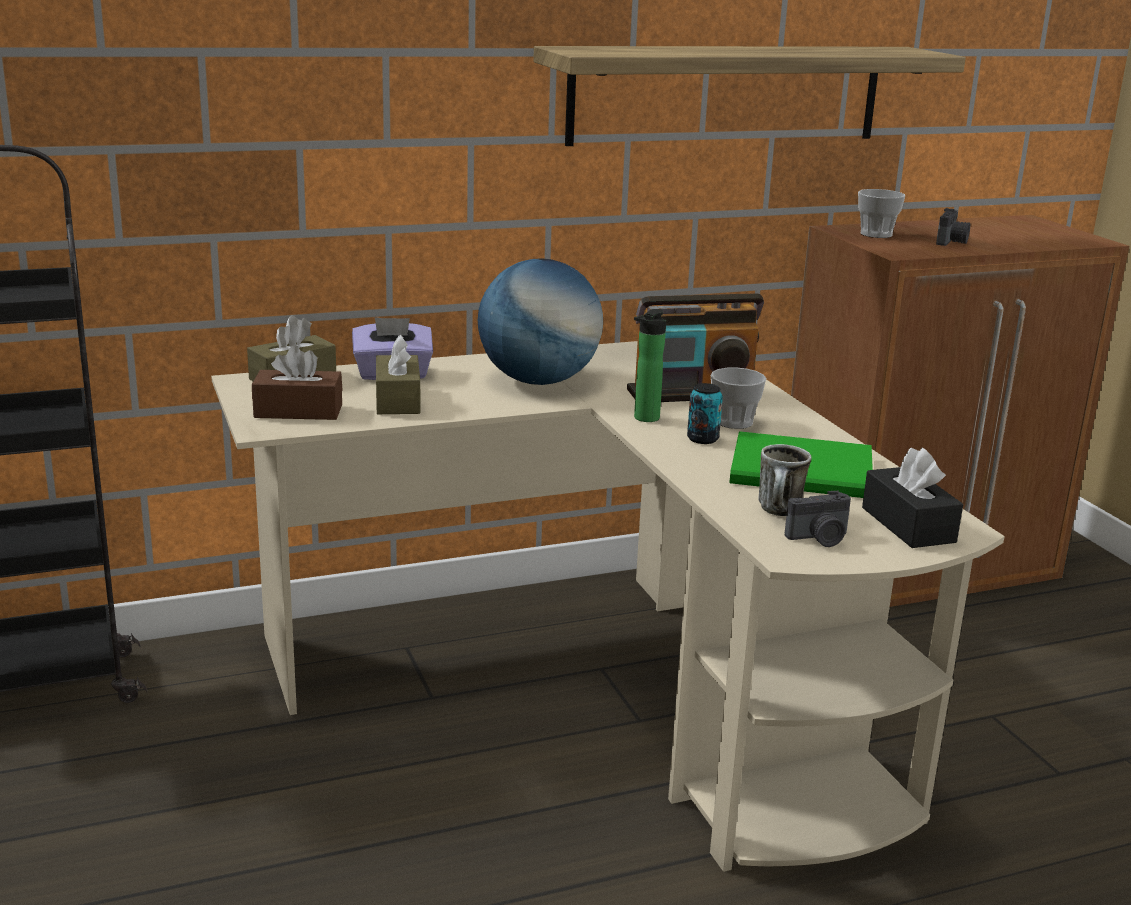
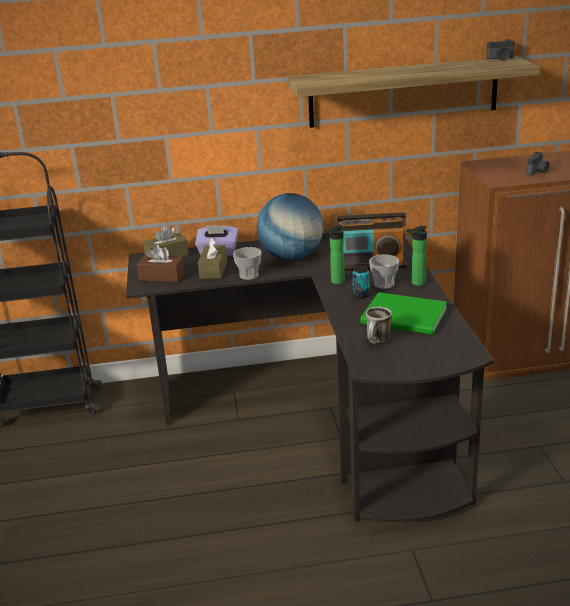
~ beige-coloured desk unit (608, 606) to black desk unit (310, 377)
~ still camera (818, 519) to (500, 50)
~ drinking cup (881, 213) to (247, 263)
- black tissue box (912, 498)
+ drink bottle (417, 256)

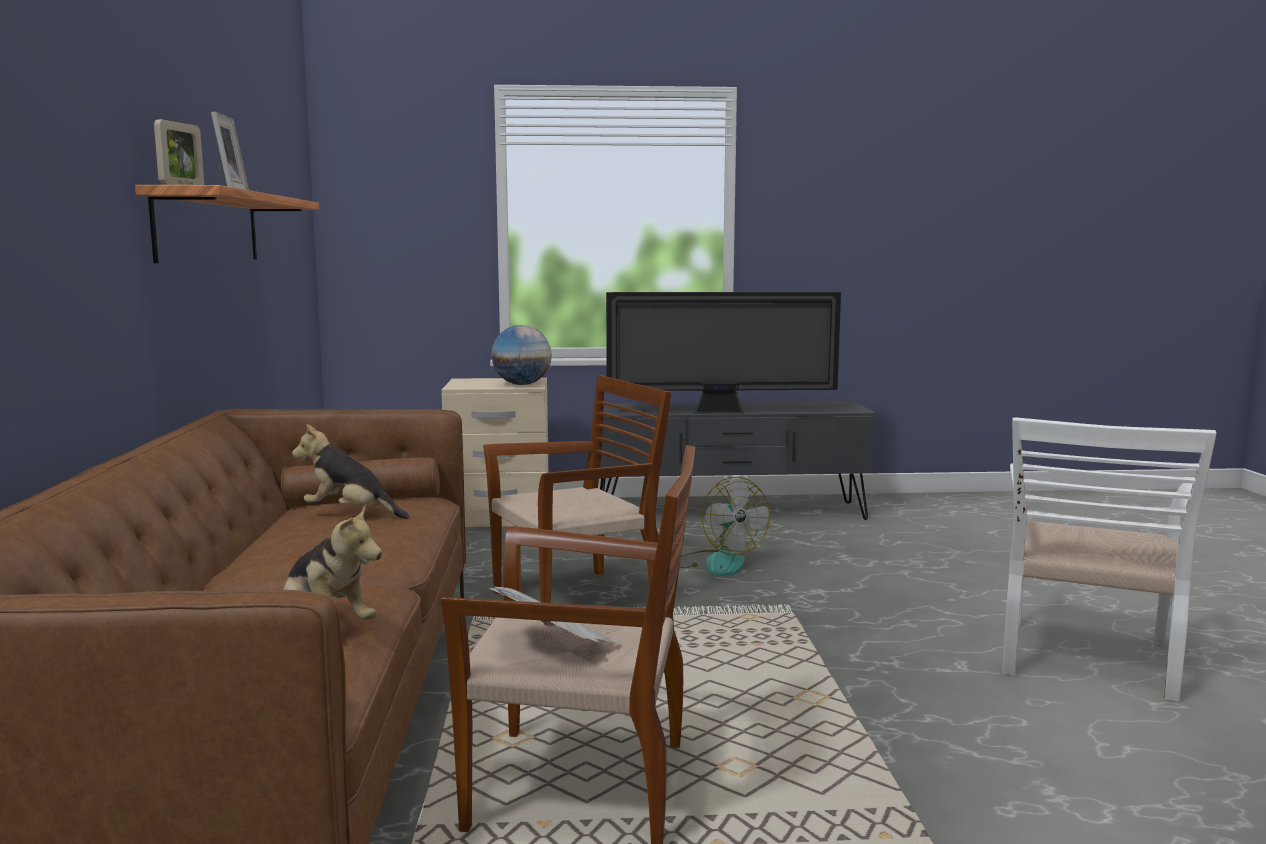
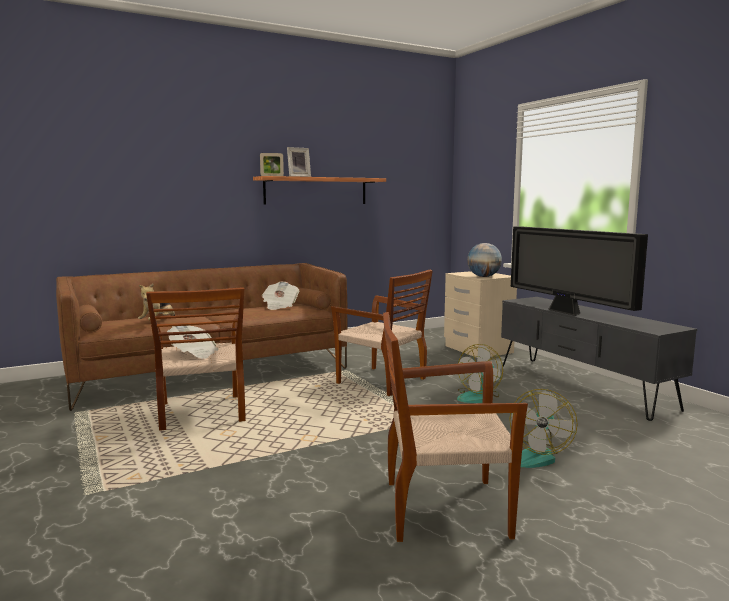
~ plush toy (350, 471) to printed paper (281, 296)
~ whitish lounge chair (1109, 559) to brown-coloured lounge chair (455, 427)
+ fan (543, 428)

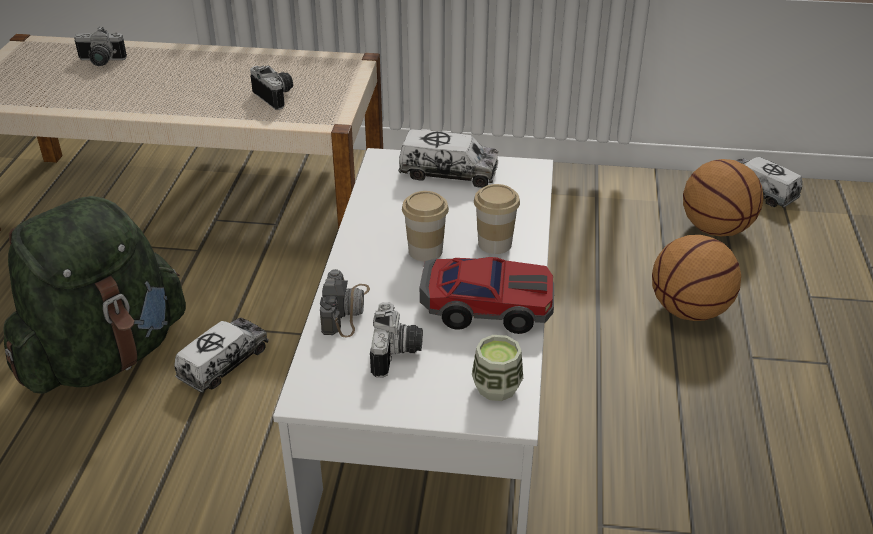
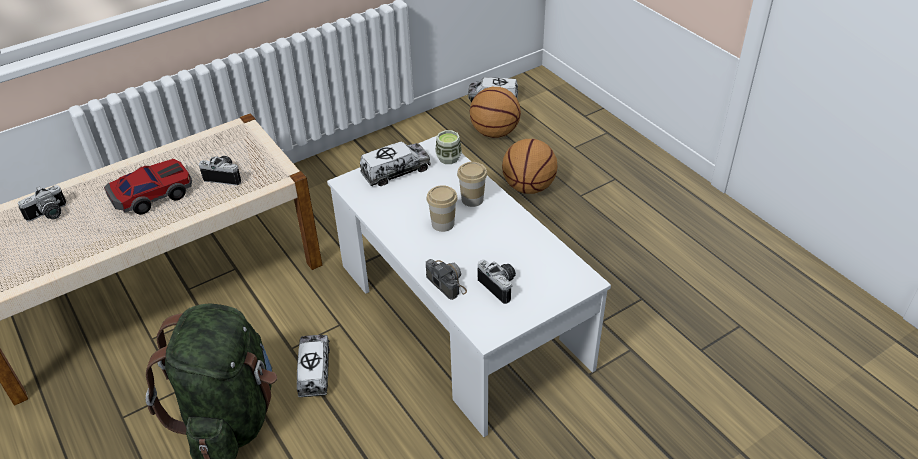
~ model car (487, 295) to (148, 186)
~ drinking cup (497, 368) to (448, 147)

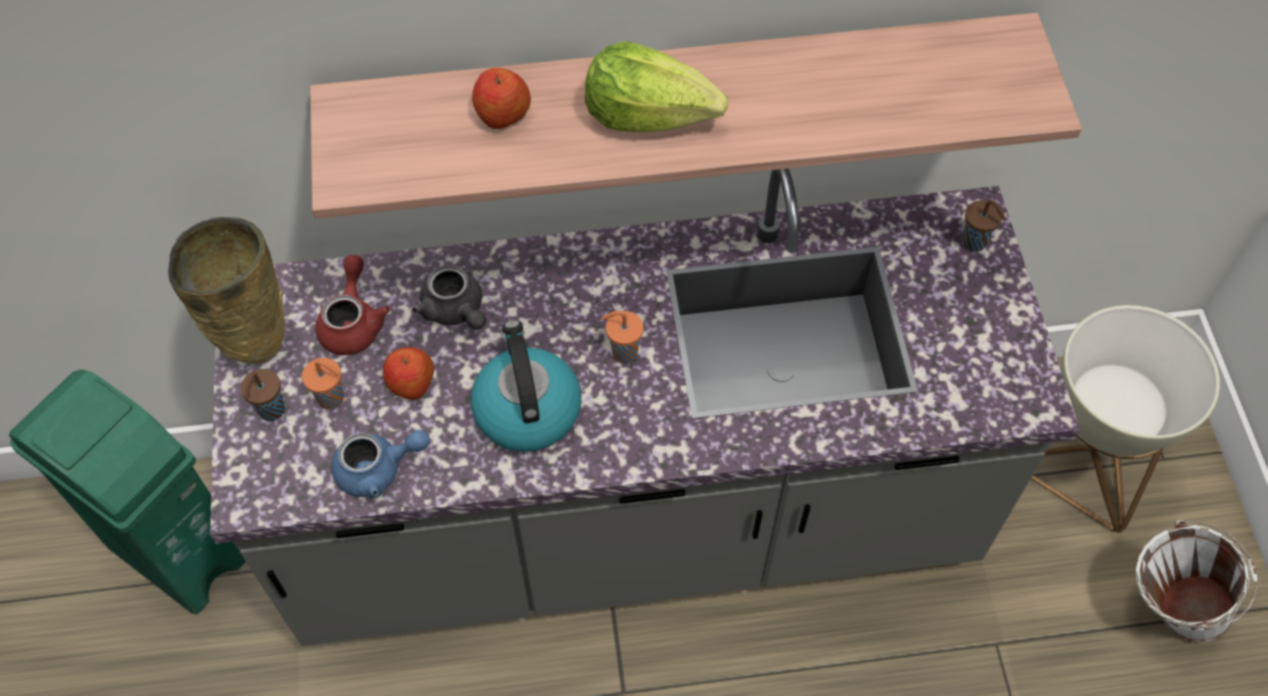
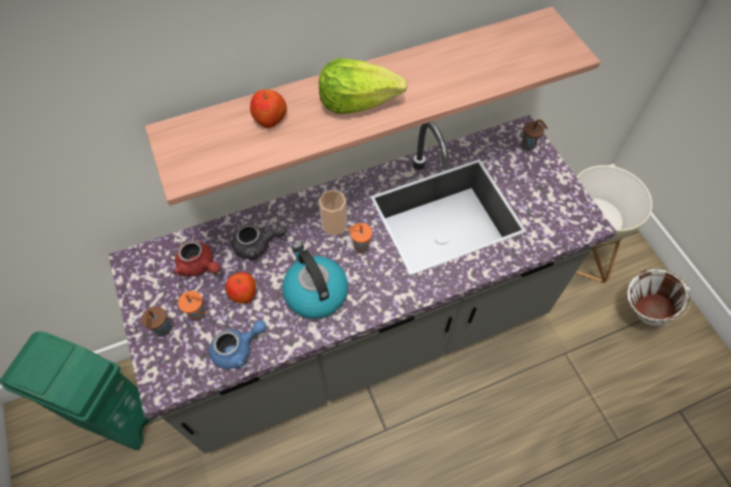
- beige-coloured flower vase (226, 290)
~ reddish pot for tea (352, 305) = (196, 258) 135 degrees clockwise
~ greyish pot for tea (449, 297) = (259, 242) 45 degrees counterclockwise
+ drinking cup (333, 213)

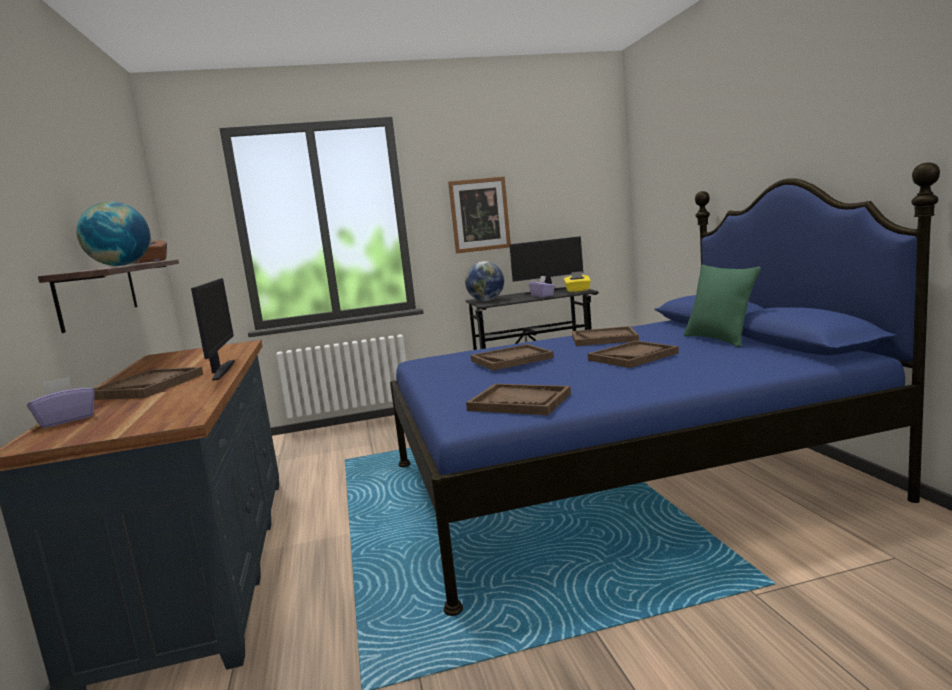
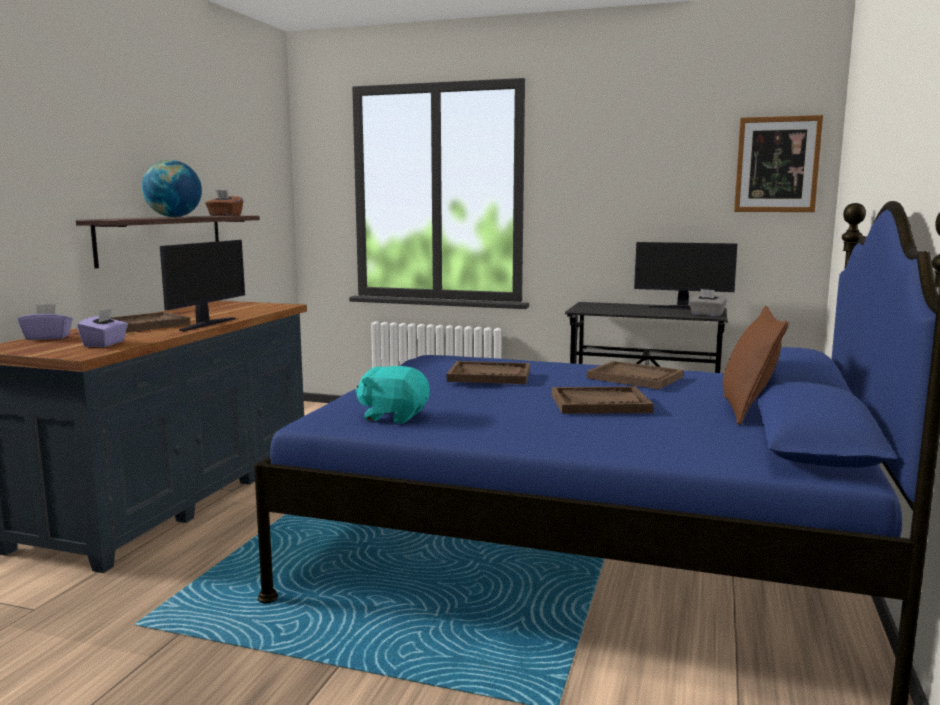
~ wall picture (479, 214) to (778, 163)
- desk globe (484, 281)
~ brown-coloured tray (518, 399) to blue-green plush toy (392, 395)
~ purple tissue box (542, 286) to (102, 328)
~ yellow-coloured tissue box (577, 281) to greyish tissue box (708, 302)
~ green-coloured pillow (722, 305) to brown-coloured pillow (756, 366)

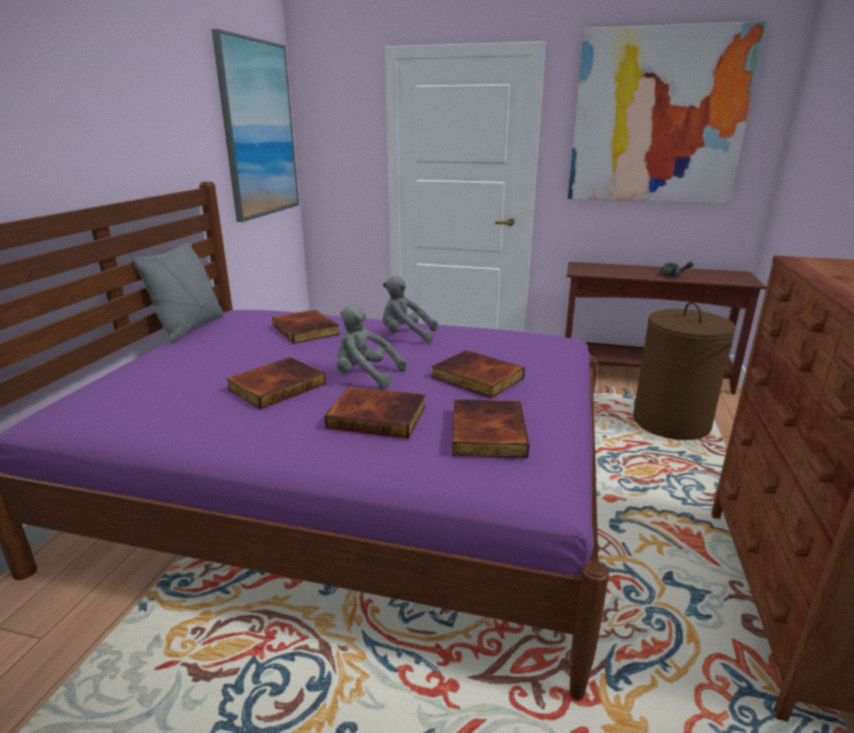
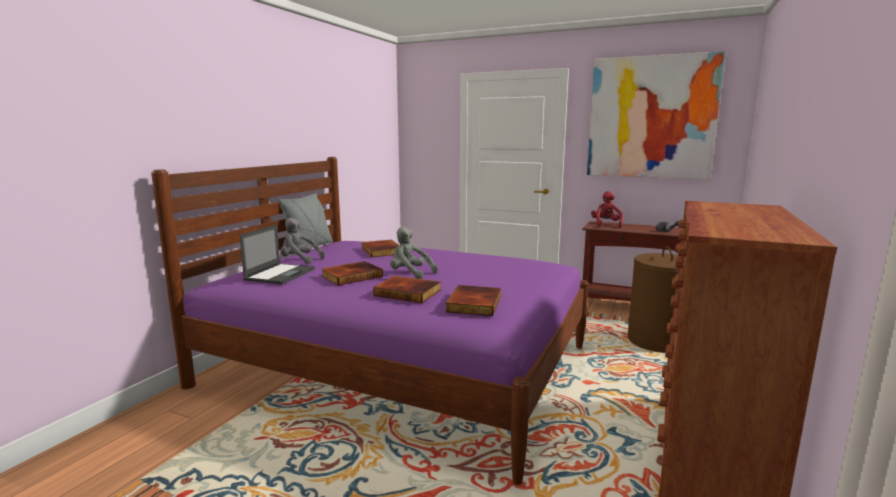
- wall picture (255, 125)
~ greyish plush toy (409, 309) to (302, 241)
- volume (478, 374)
+ laptop (277, 254)
+ reddish plush toy (607, 209)

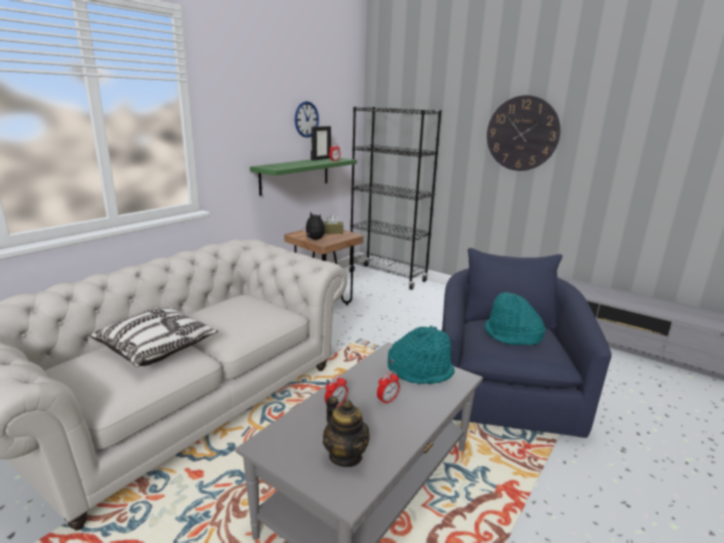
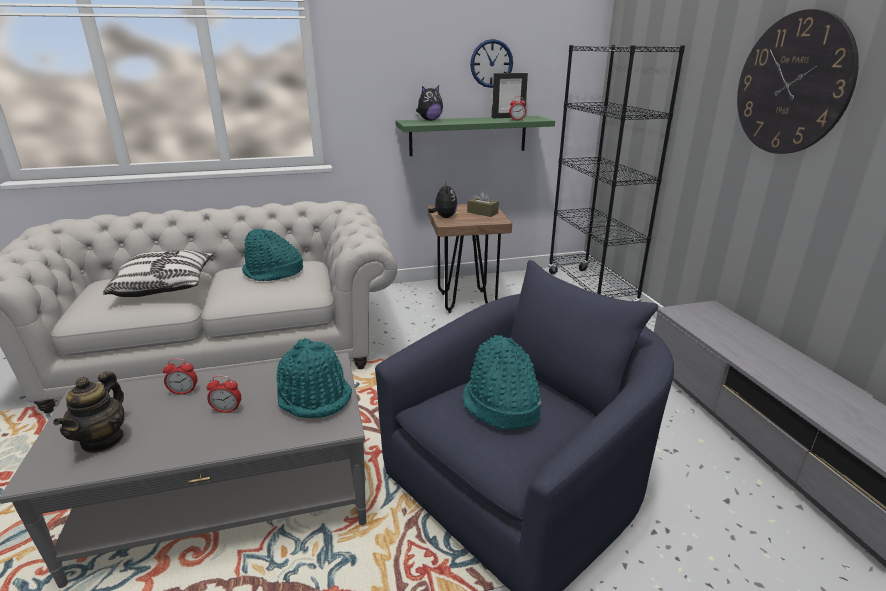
+ blue-green hat (272, 255)
+ plush toy (429, 103)

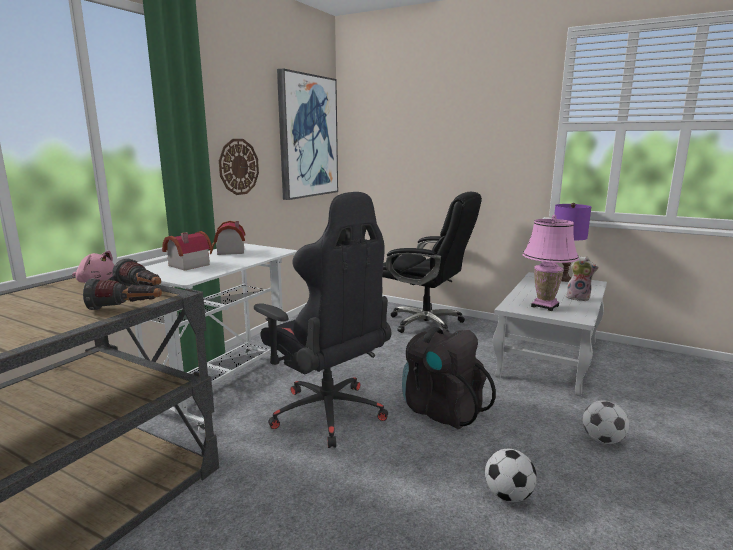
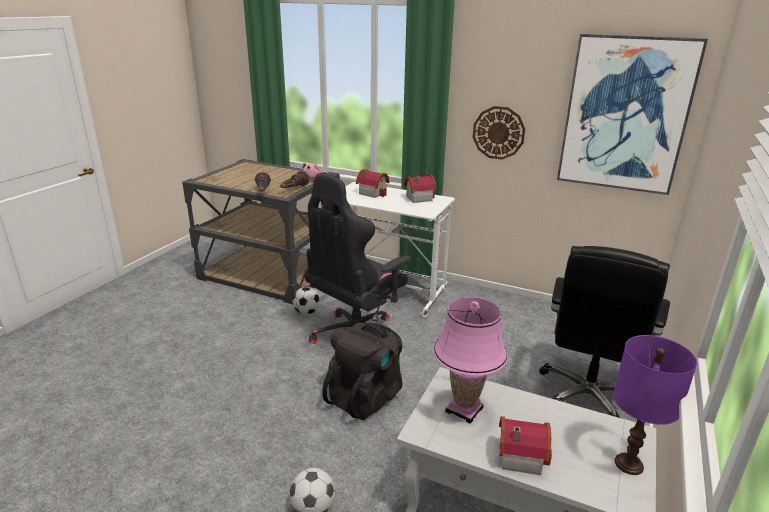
~ football (511, 475) to (307, 301)
~ plush toy (582, 278) to model house (525, 445)

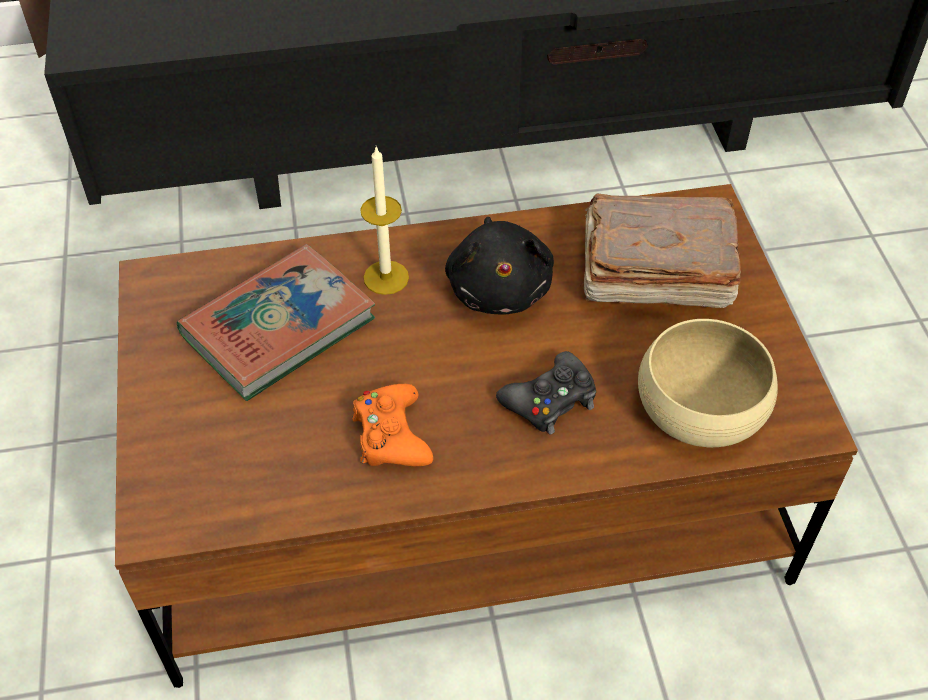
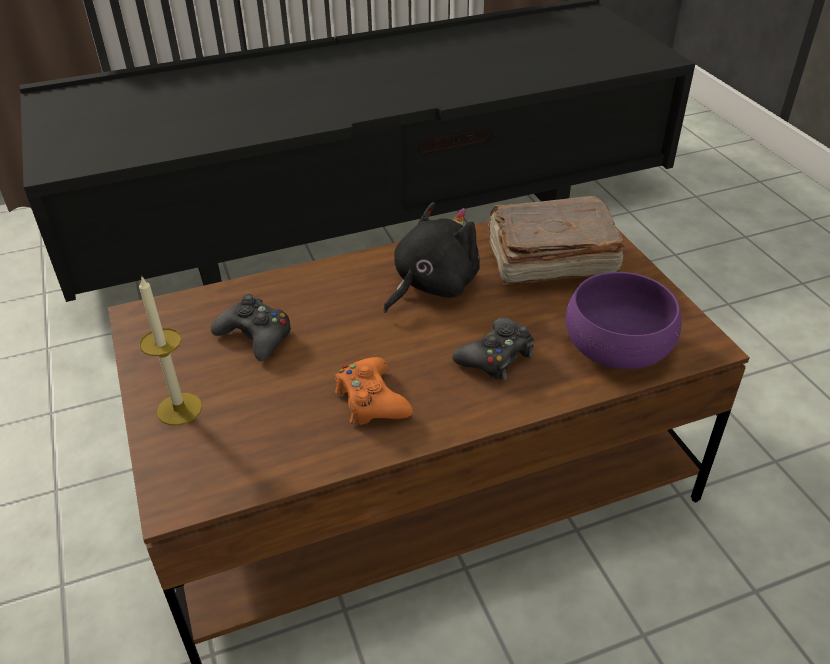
~ volume (276, 322) to black game controller (251, 327)
~ wax light (384, 221) to (170, 350)
~ black plush toy (499, 266) = (431, 257) 120 degrees counterclockwise
~ beige-coloured bowl (708, 383) to purple bowl (623, 320)

